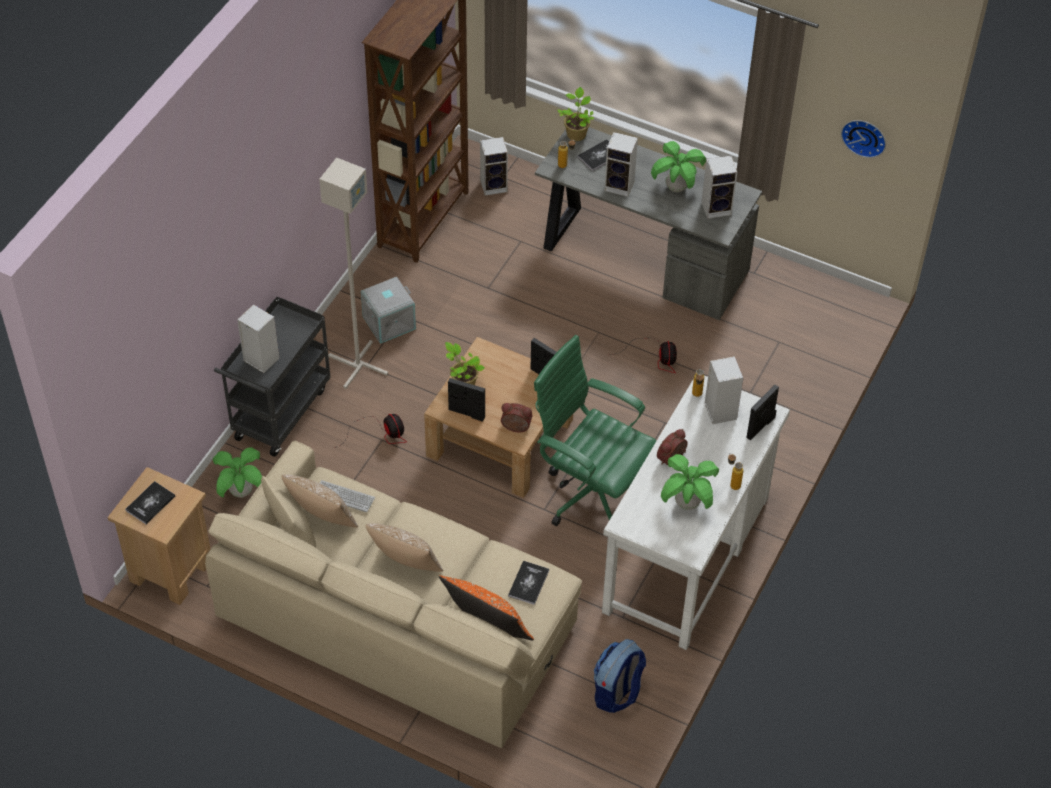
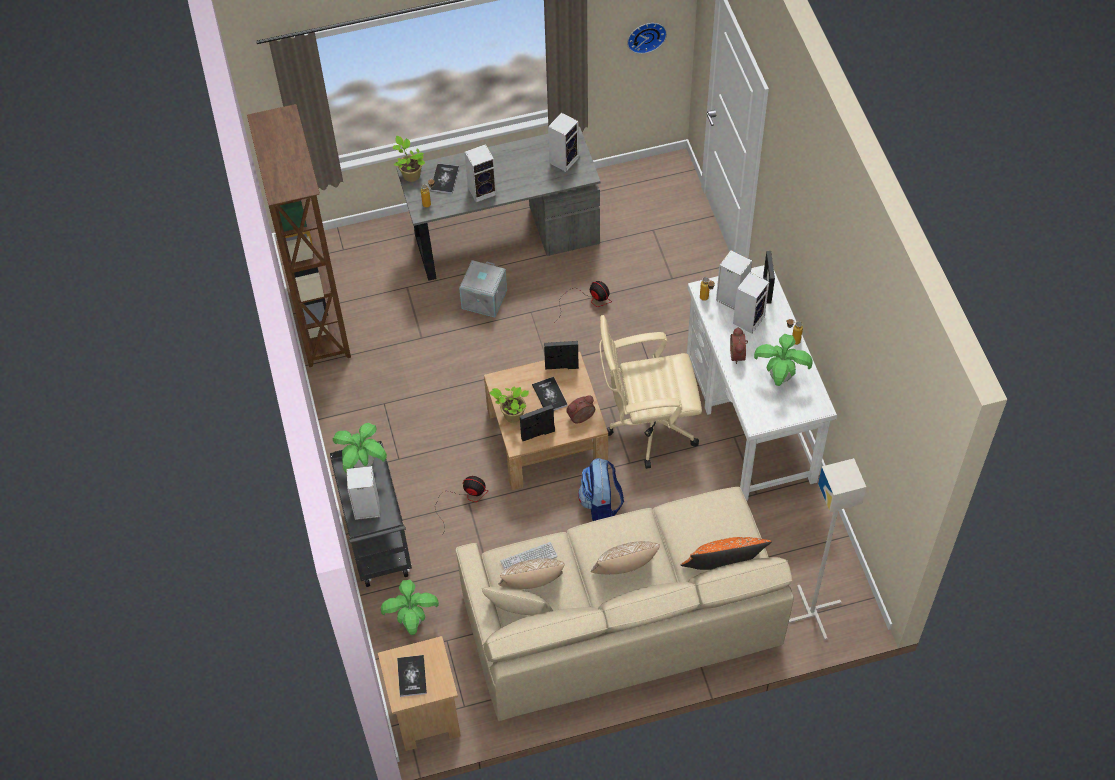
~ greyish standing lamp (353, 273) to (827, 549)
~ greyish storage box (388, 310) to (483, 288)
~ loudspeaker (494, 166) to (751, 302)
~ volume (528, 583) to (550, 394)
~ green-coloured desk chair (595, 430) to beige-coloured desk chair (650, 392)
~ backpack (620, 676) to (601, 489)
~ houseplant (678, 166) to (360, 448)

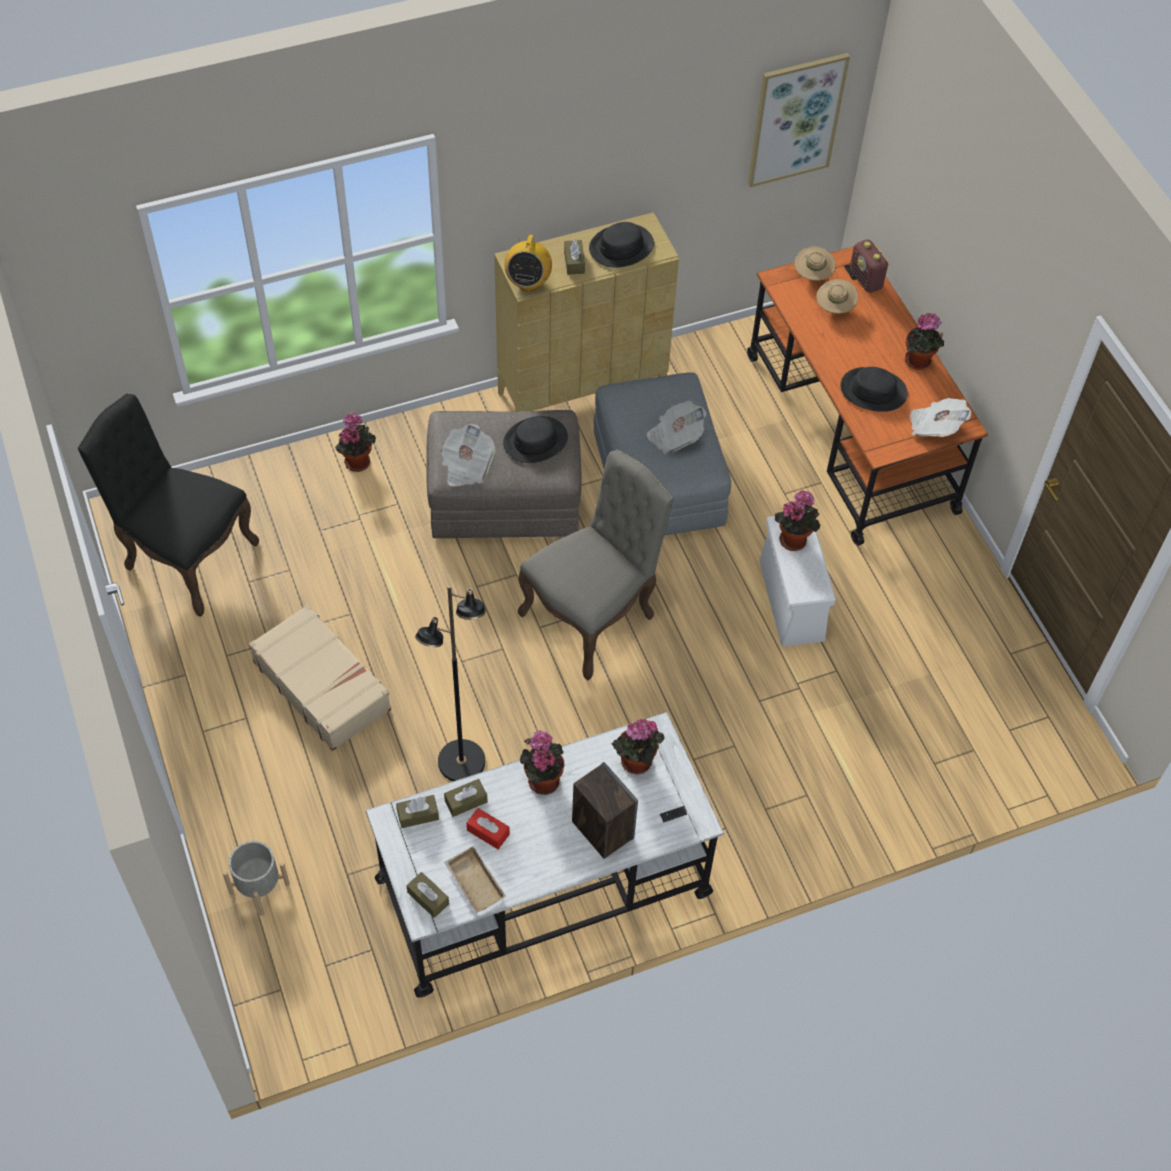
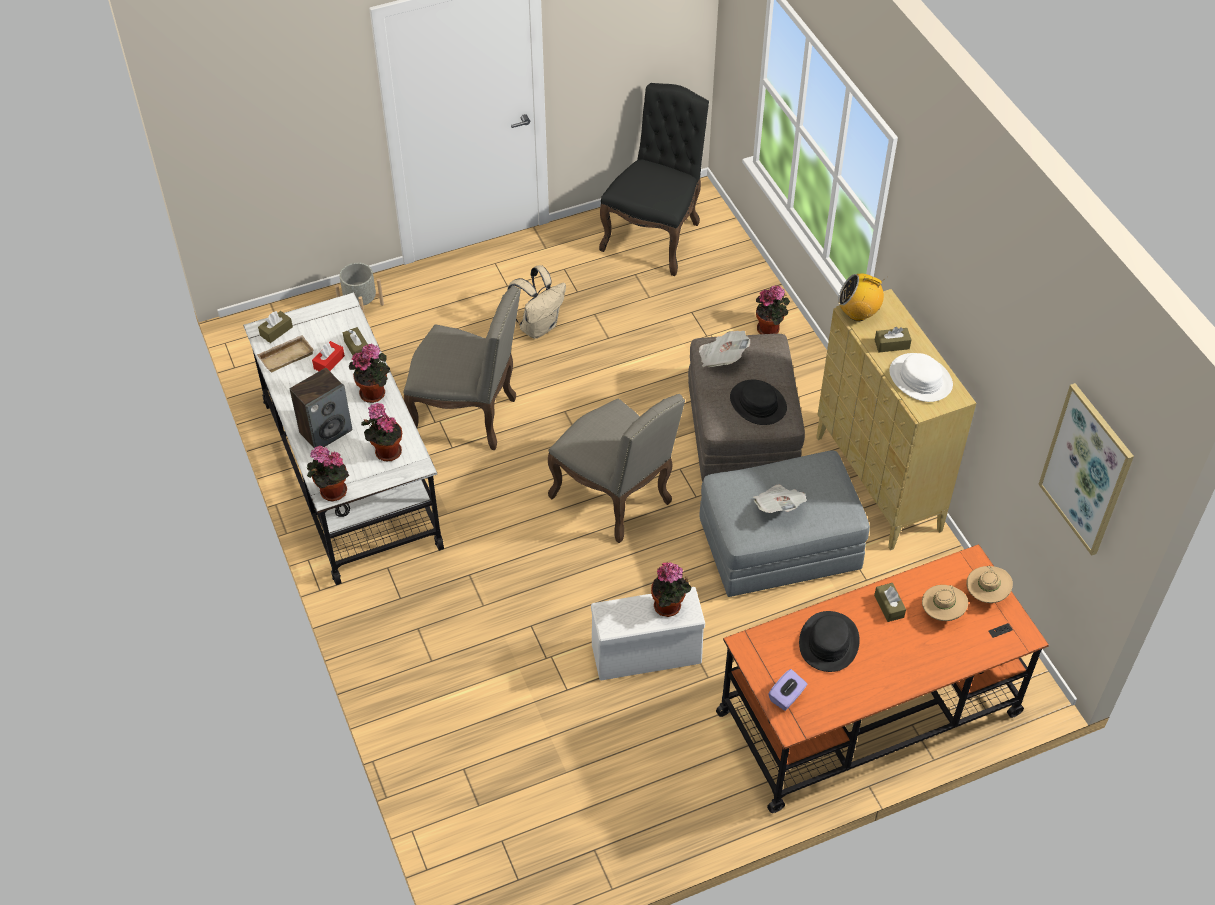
~ beige-coloured suitcase (320, 678) to beige-coloured backpack (537, 302)
~ brown-coloured tissue box (417, 811) to (890, 602)
~ black standing lamp (450, 683) to greyish chair (462, 368)
~ black hat (621, 245) to whitish hat (921, 377)
- radio (870, 266)
~ houseplant (924, 341) to (328, 473)
~ printed paper (940, 417) to purple tissue box (788, 690)

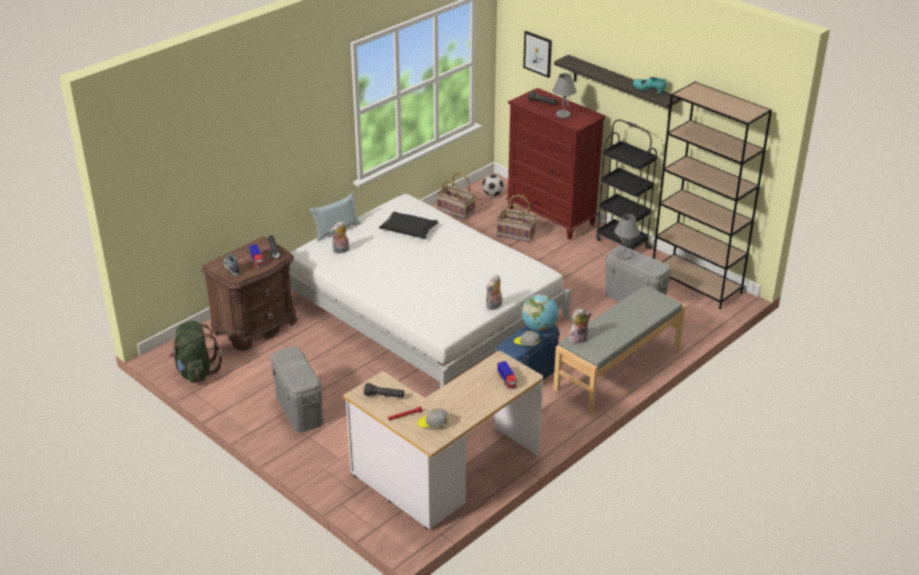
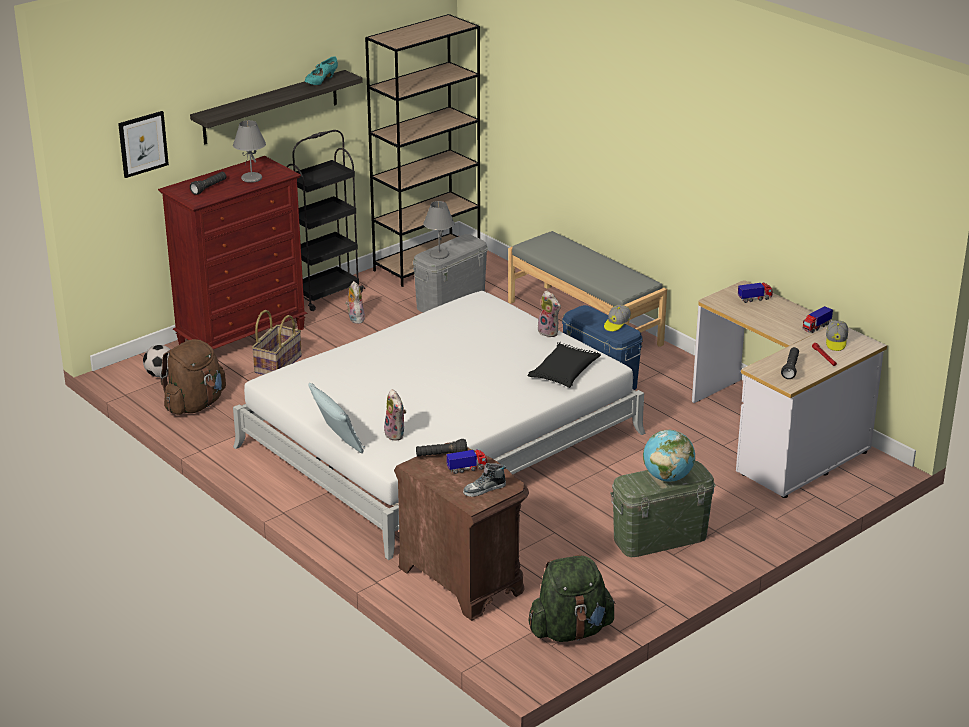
~ greyish storage box (296, 389) to green-coloured storage box (663, 509)
~ black pillow (409, 225) to (564, 364)
~ basket (456, 196) to brown-coloured backpack (193, 377)
~ desk globe (540, 312) to (669, 456)
~ plush toy (580, 326) to (355, 302)
+ toy truck (817, 319)

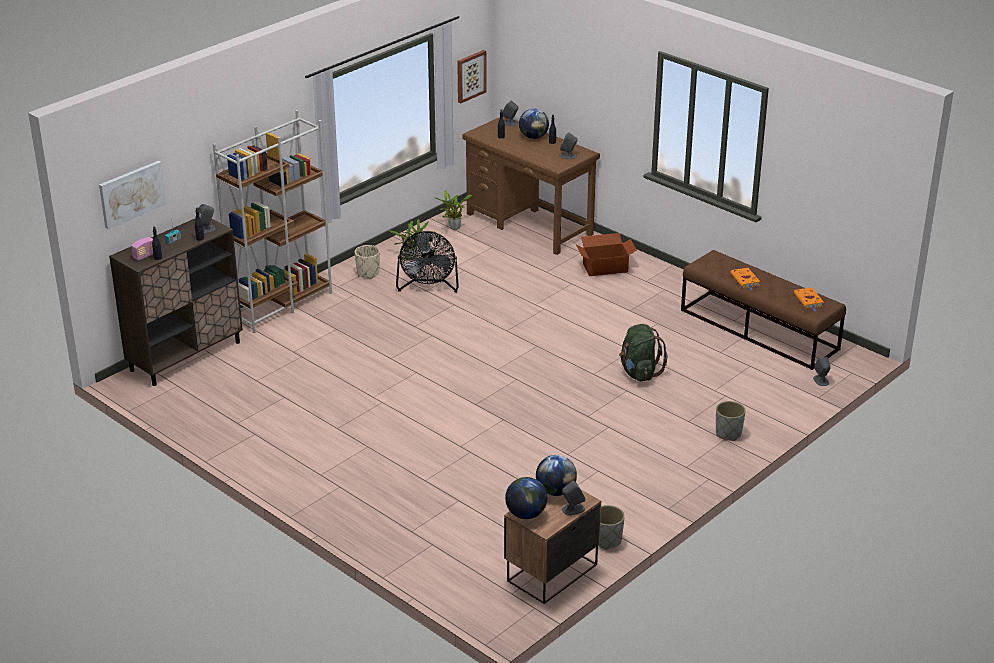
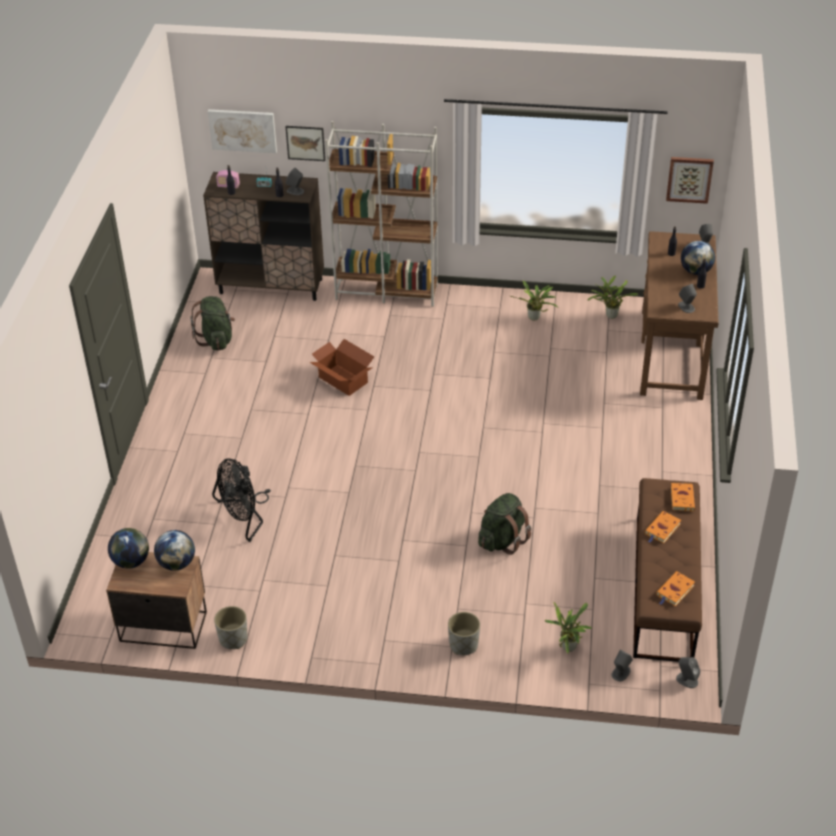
- beige-coloured flower pot (367, 261)
~ black fan (427, 262) to (241, 500)
~ greyish loudspeaker (573, 497) to (688, 672)
~ carton (606, 254) to (342, 367)
+ green-coloured backpack (212, 323)
+ wall picture (305, 143)
+ houseplant (568, 628)
+ orangey volume (683, 497)

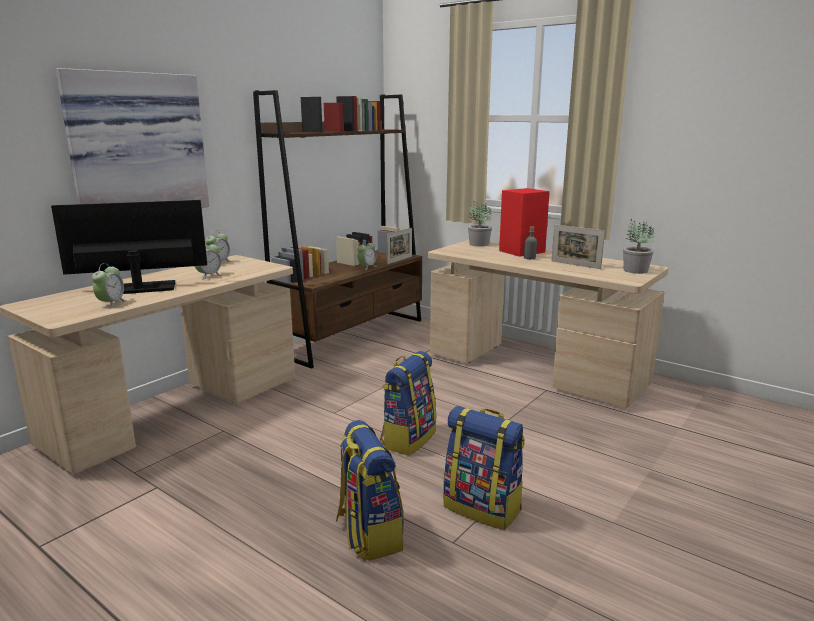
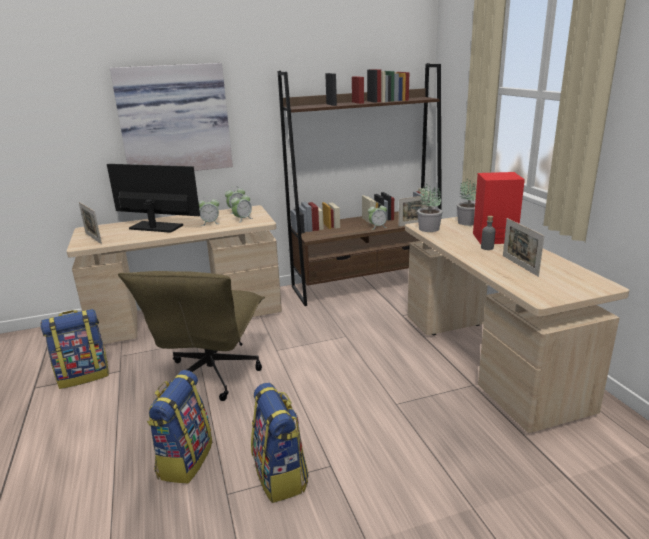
~ table clock (109, 286) to (242, 208)
~ backpack (408, 403) to (74, 349)
~ houseplant (639, 246) to (430, 208)
+ standing frame (90, 223)
+ beige-coloured desk chair (191, 336)

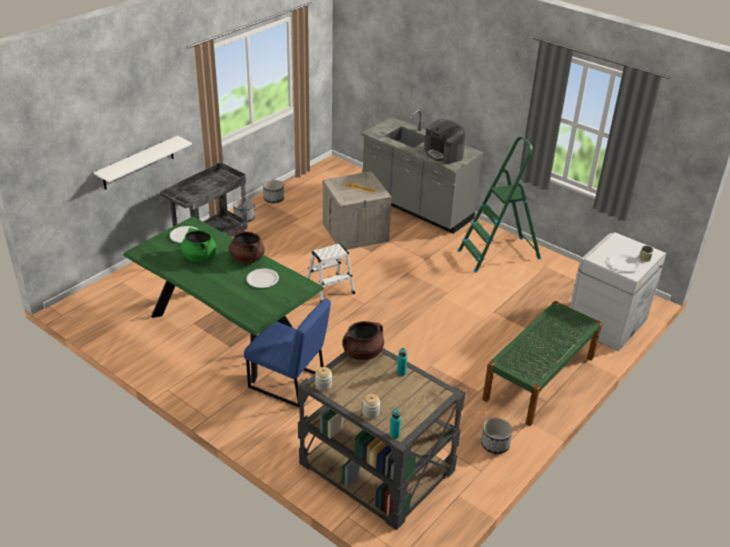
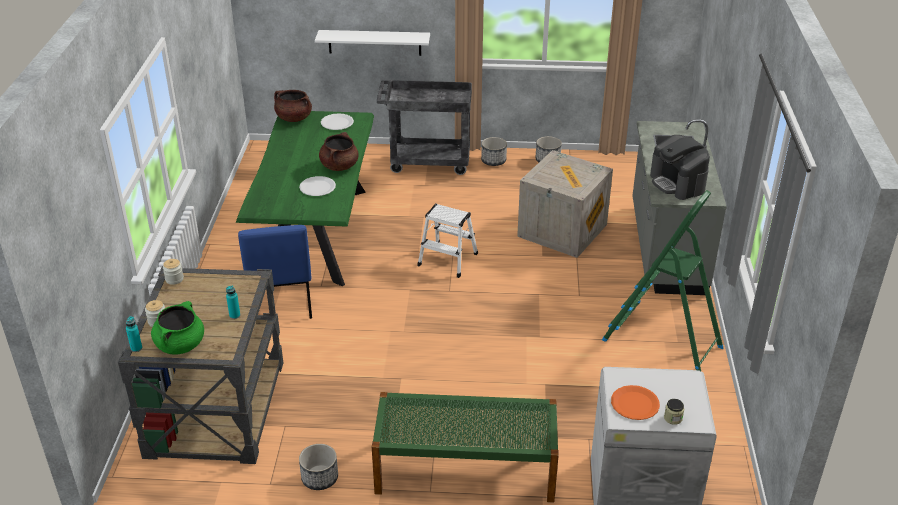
~ green-coloured cooking pot (198, 245) to (177, 327)
~ brown-coloured cooking pot (363, 340) to (293, 106)
~ coffee machine (444, 141) = (680, 167) 45 degrees counterclockwise
~ whitish dinner plate (625, 263) to orangey dinner plate (635, 402)

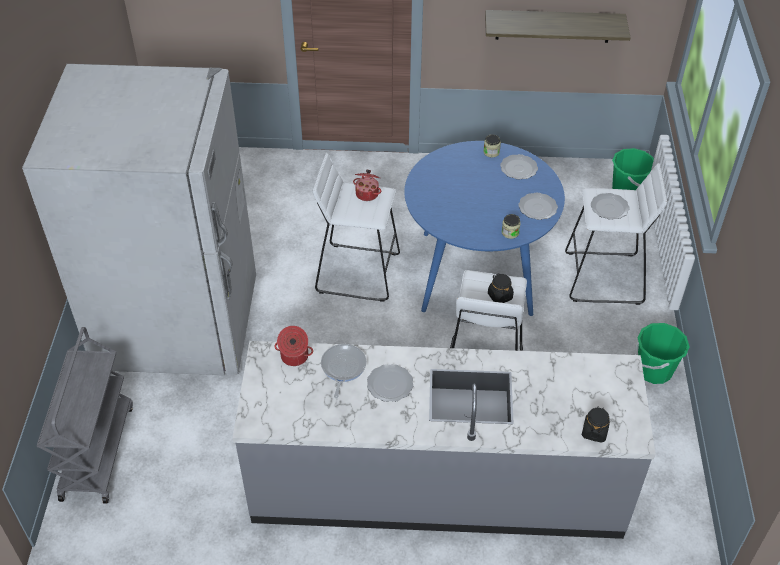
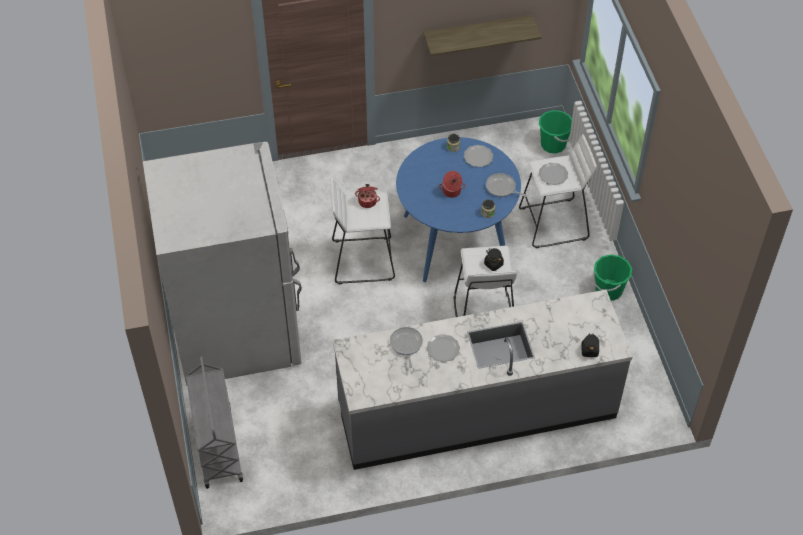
~ cooking pot (293, 346) to (452, 184)
~ dinner plate (538, 206) to pan (506, 185)

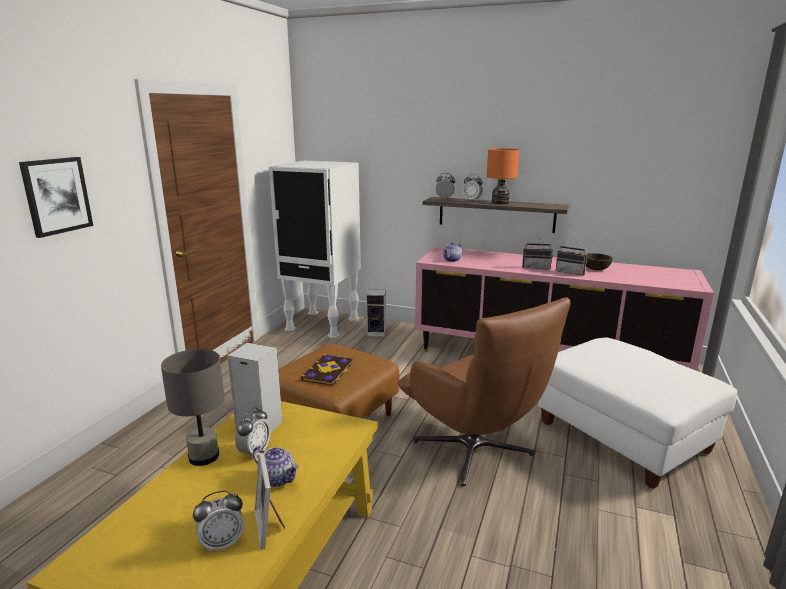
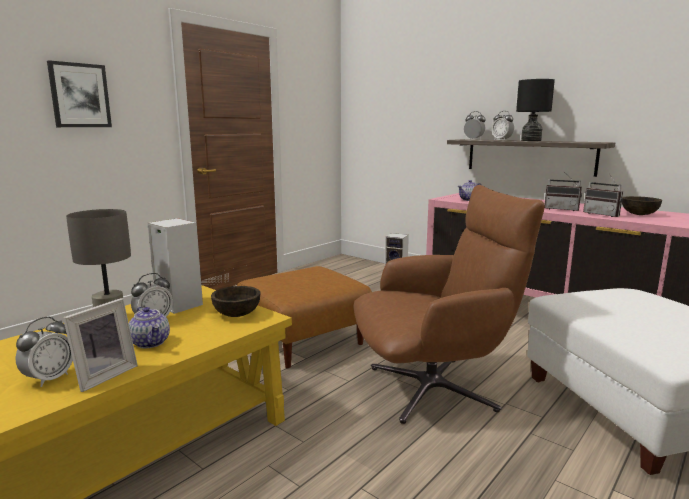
~ table clock (218, 522) = (44, 352) 60 degrees counterclockwise
~ standing frame (270, 501) = (100, 345) 150 degrees counterclockwise
- whitish storage cabinet (315, 249)
- volume (327, 370)
~ brown-coloured lounge chair (484, 392) = (449, 304) 90 degrees counterclockwise
~ orangey table lamp (503, 176) to black table lamp (535, 110)
+ brown-coloured bowl (236, 301)

